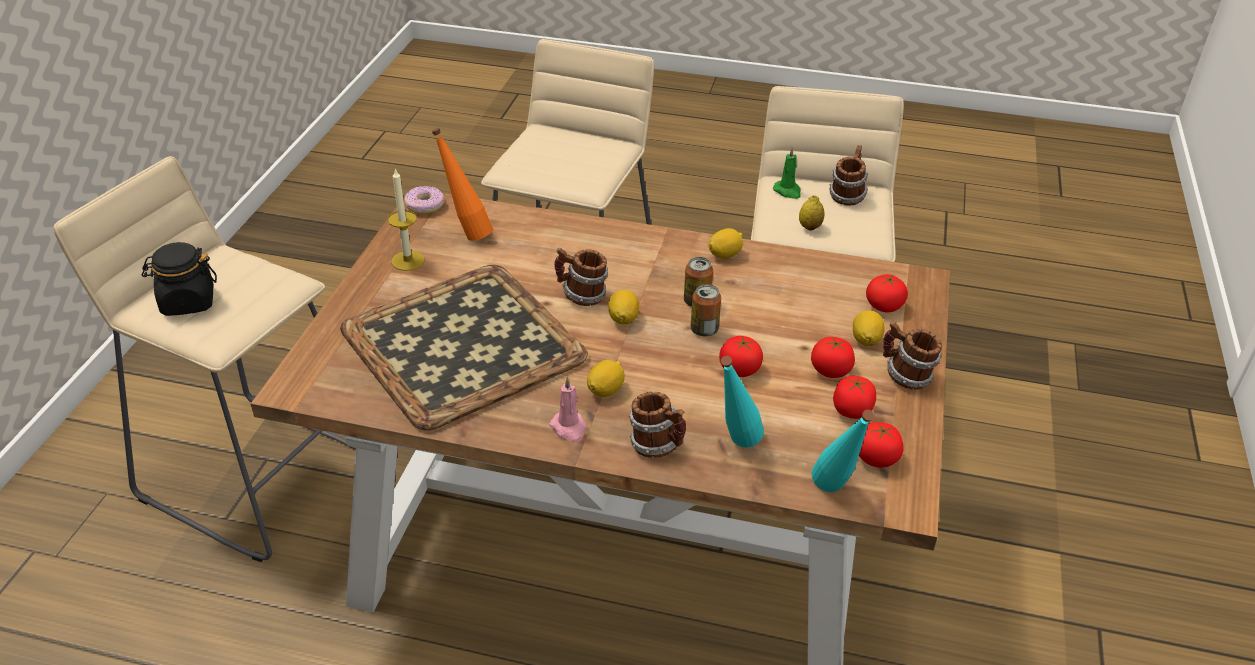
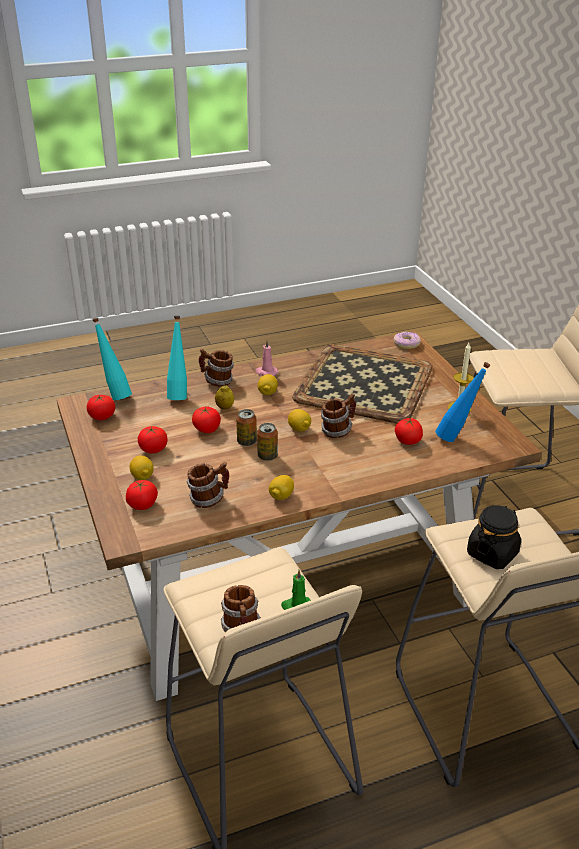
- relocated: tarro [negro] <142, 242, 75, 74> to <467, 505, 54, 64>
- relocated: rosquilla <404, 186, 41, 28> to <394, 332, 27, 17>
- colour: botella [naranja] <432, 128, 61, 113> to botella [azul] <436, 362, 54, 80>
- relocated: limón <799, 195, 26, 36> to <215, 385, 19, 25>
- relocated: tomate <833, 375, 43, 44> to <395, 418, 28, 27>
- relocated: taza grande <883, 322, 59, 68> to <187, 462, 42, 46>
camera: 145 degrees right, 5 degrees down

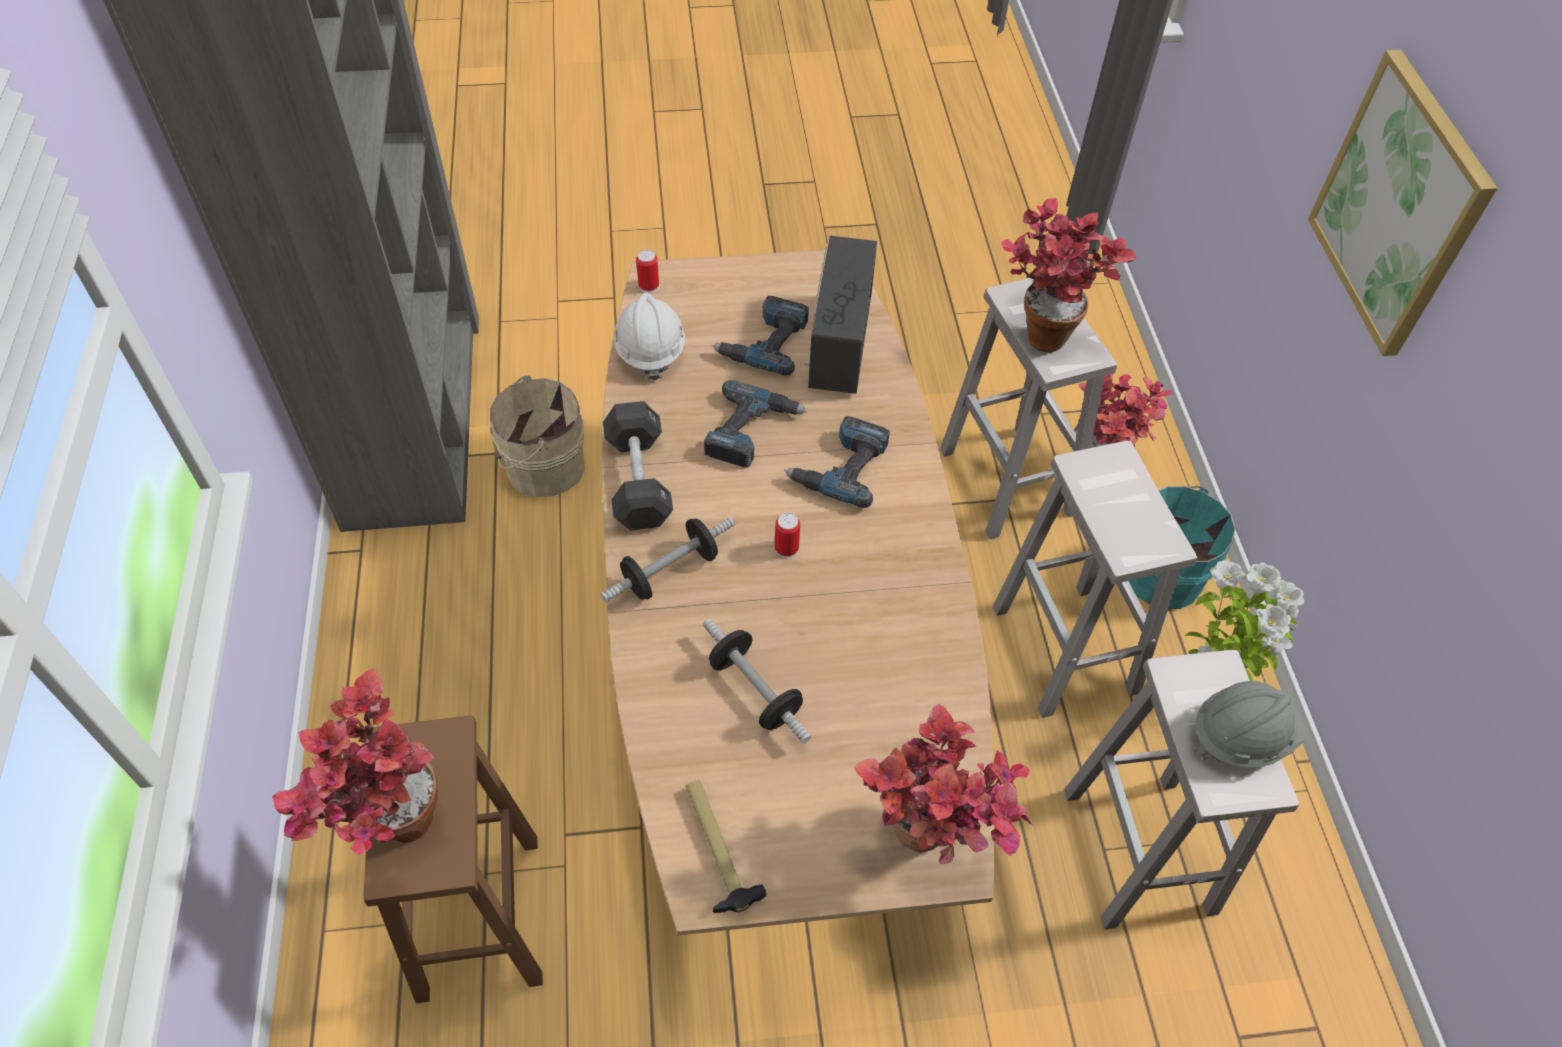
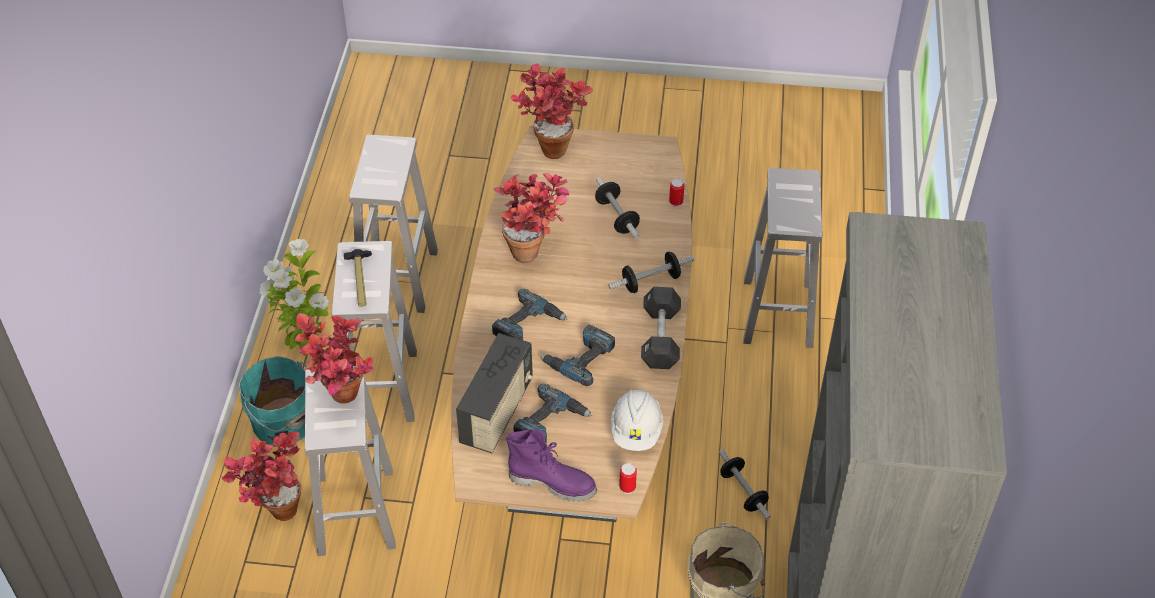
- relocated: planta en maceta <272, 669, 166, 186> to <494, 173, 75, 90>
- colour: taburete [marrón] <364, 716, 179, 288> to taburete [blanco] <743, 168, 79, 180>
- relocated: martillo <686, 780, 81, 133> to <344, 249, 28, 57>
- relocated: lata <775, 512, 25, 46> to <669, 178, 15, 29>
- missing: casco [gris] <1194, 681, 112, 87>
- missing: cuadro <1308, 50, 190, 306>
- appeared: bota [morado] <506, 430, 91, 72>
- appeared: mancuerna <719, 450, 52, 70>
camera: 165 degrees left, 5 degrees down

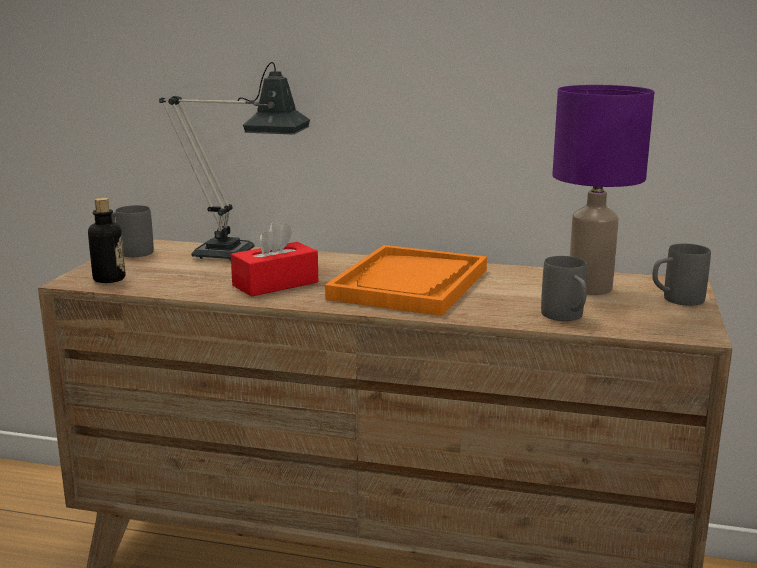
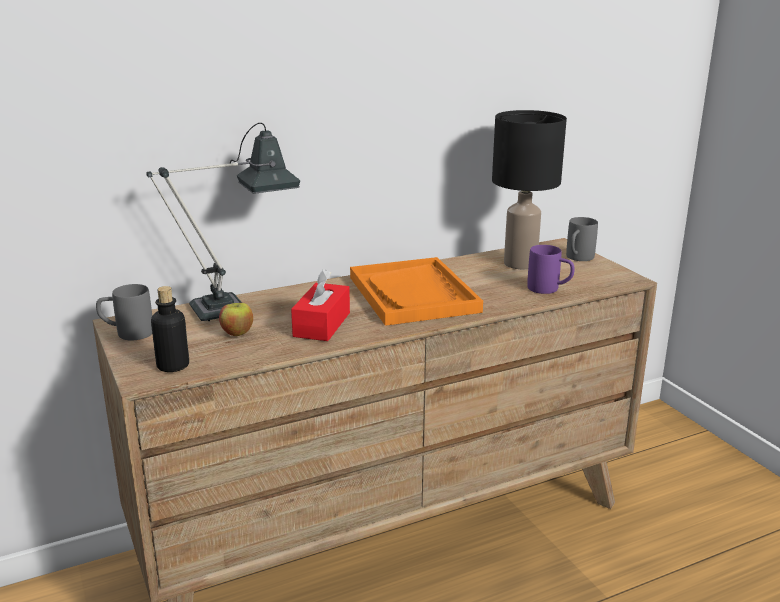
- colour: taza grande [gris] <541, 256, 46, 65> to taza grande [morado] <527, 245, 48, 49>
- colour: lámpara de mesa [morado] <552, 85, 103, 210> to lámpara de mesa [negro] <492, 110, 75, 159>
- appeared: manzana <219, 303, 34, 33>
camera: 40 degrees left, 5 degrees up

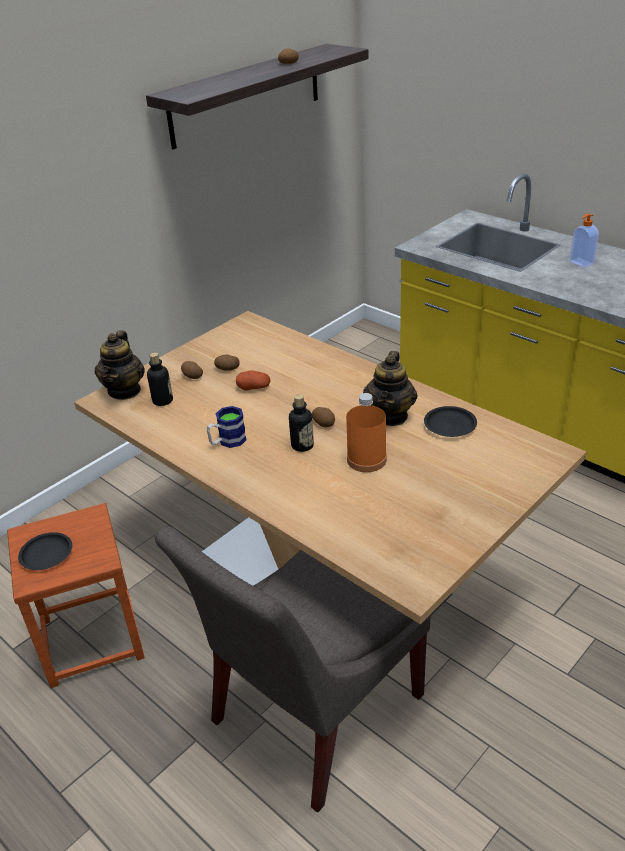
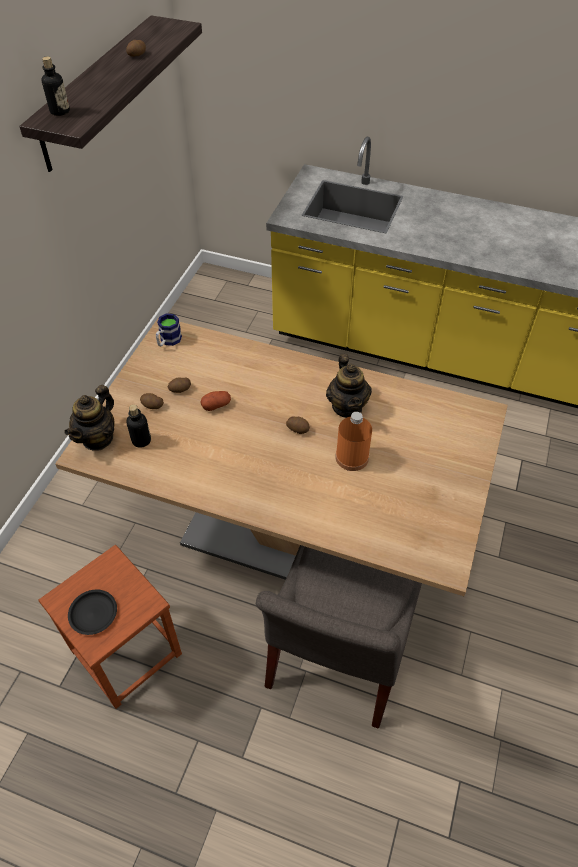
- spun: tetera <95, 330, 50, 70> = <64, 385, 51, 66> 45 degrees clockwise
- relocated: taza grande <207, 406, 39, 42> to <156, 313, 26, 34>
- relocated: botella <289, 394, 25, 58> to <41, 56, 29, 60>
- missing: plato [negro] <424, 406, 53, 31>
- missing: dispensador de jabón <570, 214, 29, 54>
camera: 25 degrees left, 15 degrees up

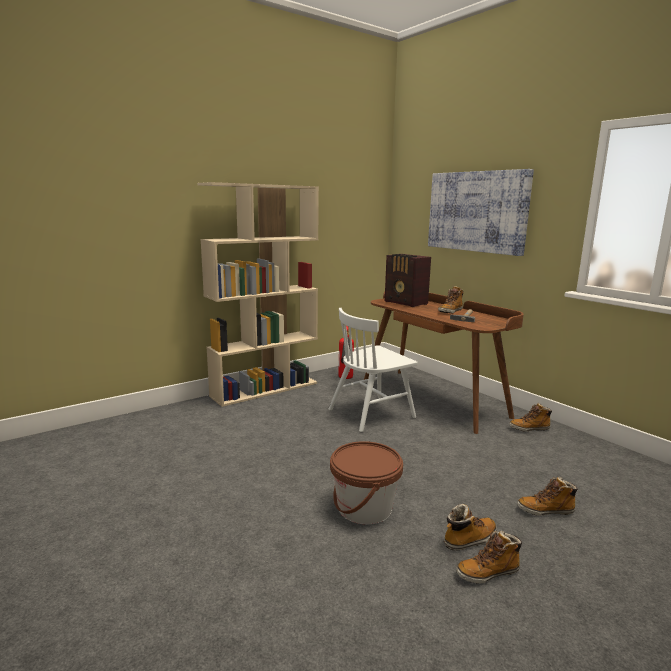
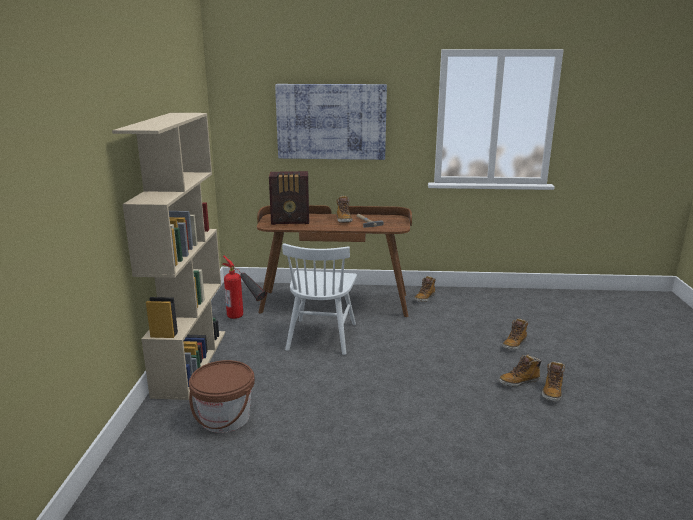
- relocated: cubo [marrón] <330, 441, 73, 83> to <189, 360, 66, 73>
- spun: bota <444, 504, 53, 47> = <499, 354, 43, 33> 120 degrees counterclockwise
camera: 50 degrees left, 5 degrees up

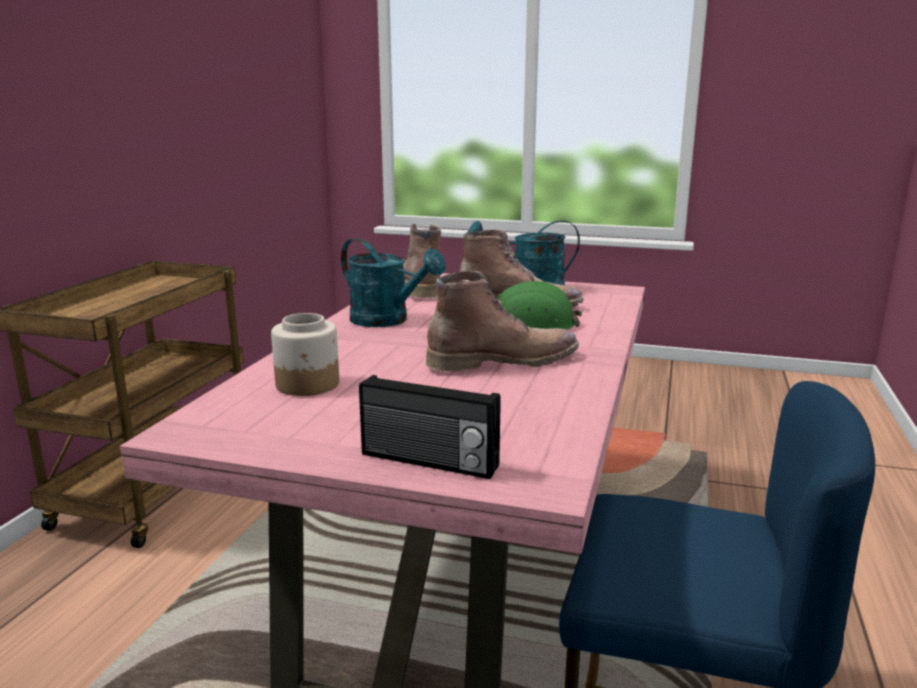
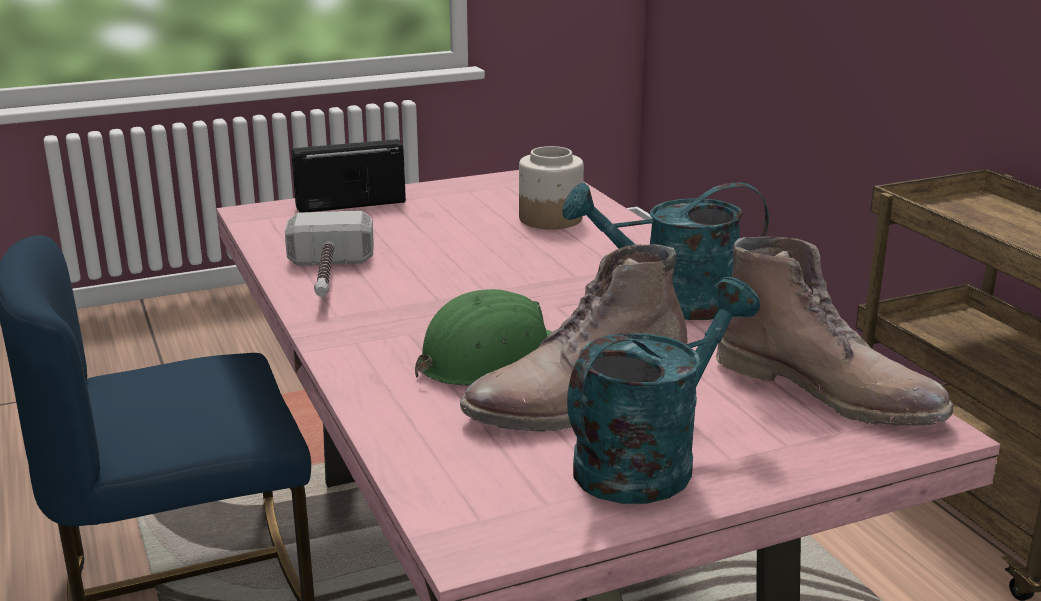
- missing: bota [marrón] <425, 271, 154, 101>
- appeared: martillo <285, 211, 89, 86>
camera: 140 degrees right, 5 degrees up

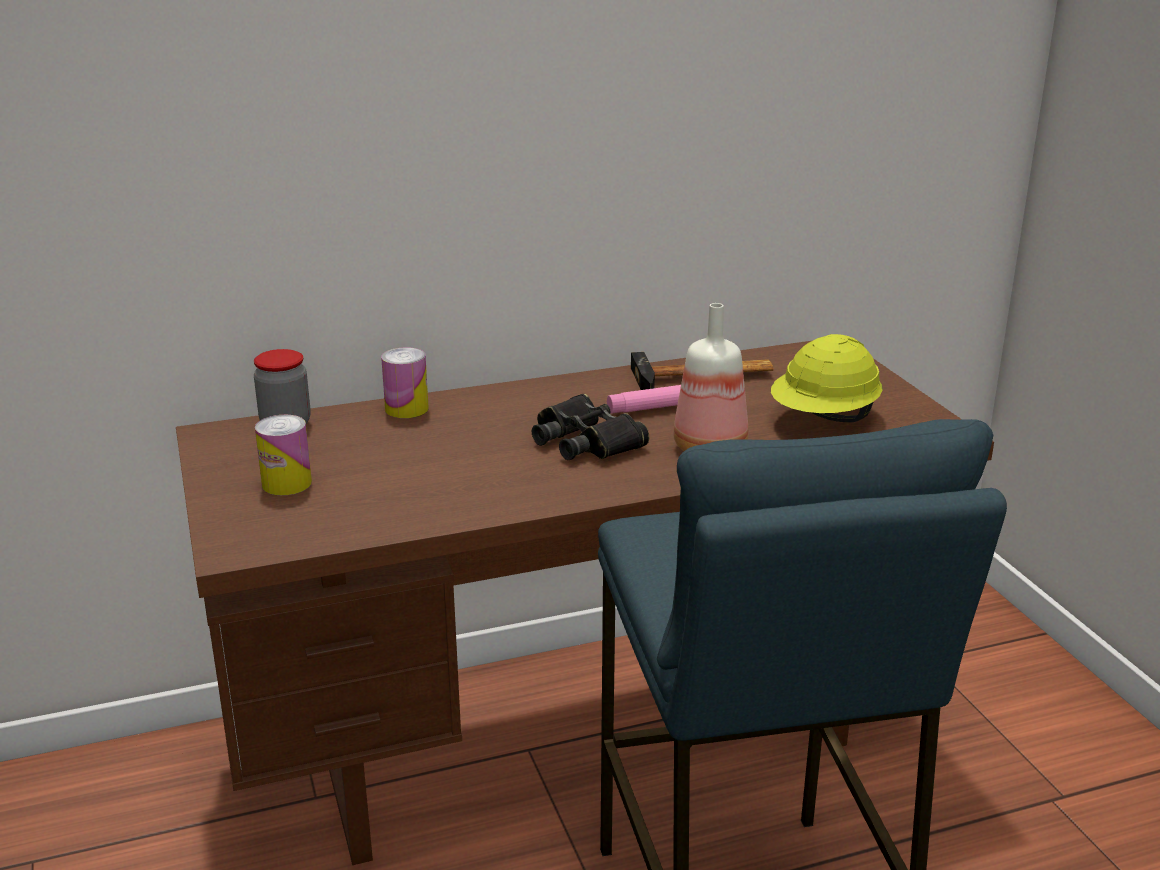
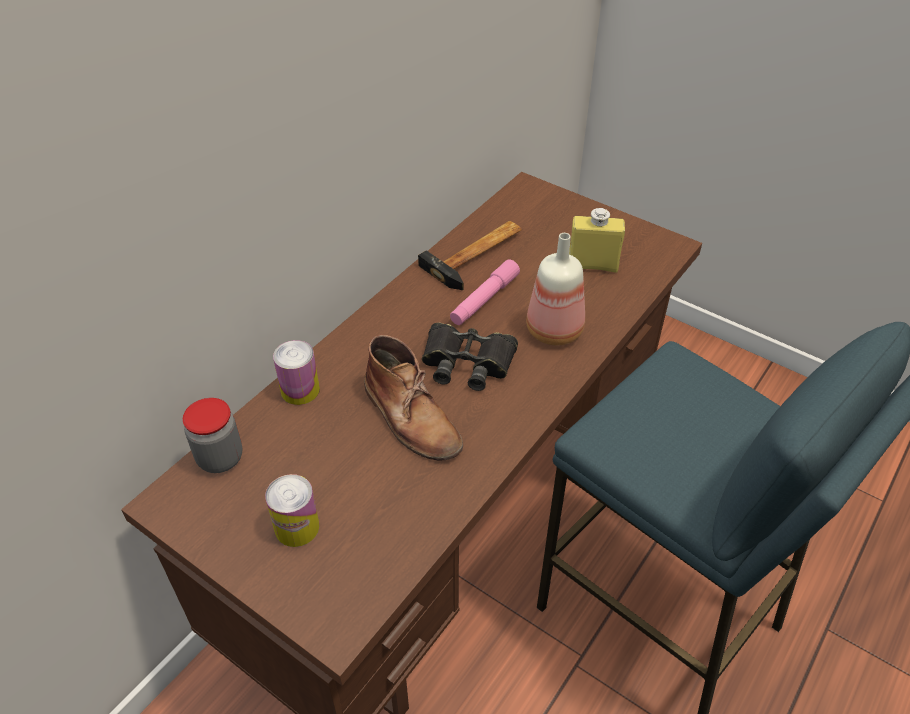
- exchanged: casco [amarillo] <771, 334, 112, 88> to botella [amarillo] <569, 208, 56, 64>
- appeared: bota [marrón] <364, 334, 99, 126>
camera: 35 degrees left, 20 degrees up

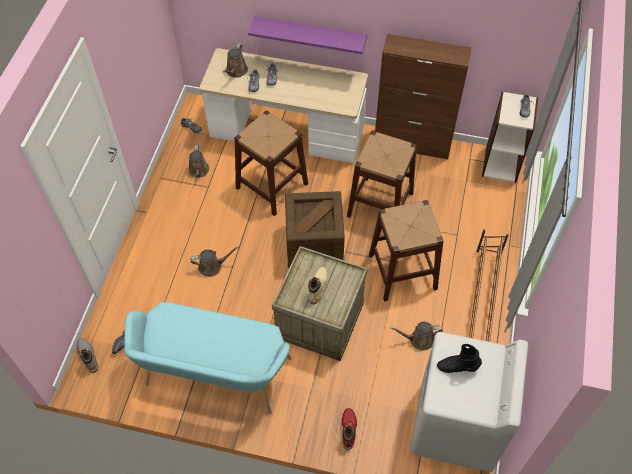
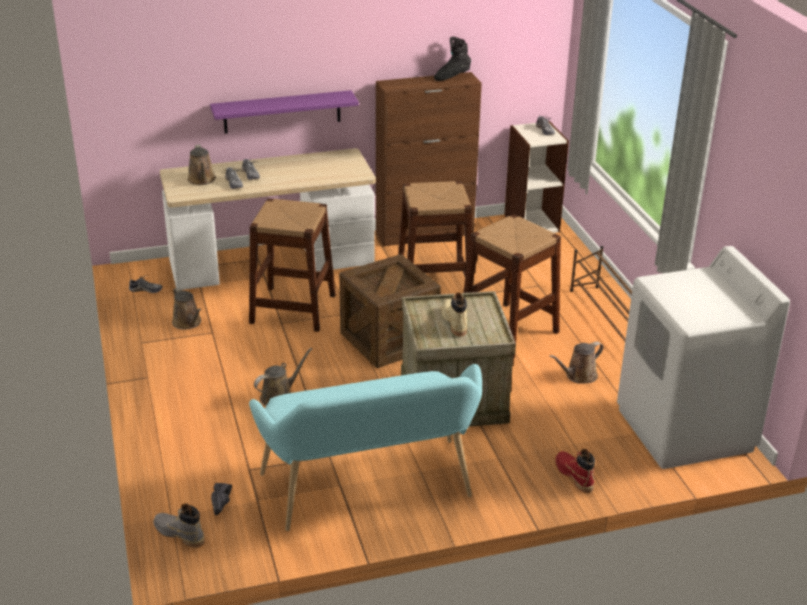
- relocated: bota [negro] <437, 344, 45, 29> to <434, 37, 37, 44>
camera: 30 degrees left, 25 degrees down

